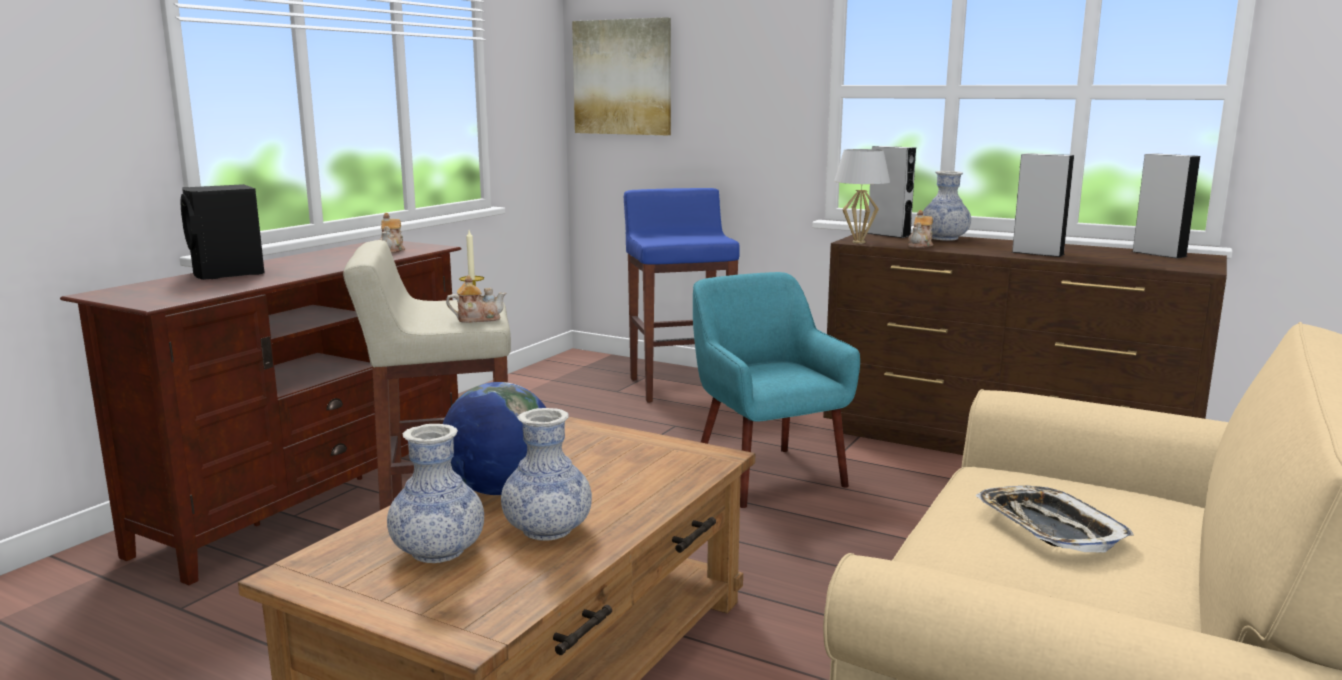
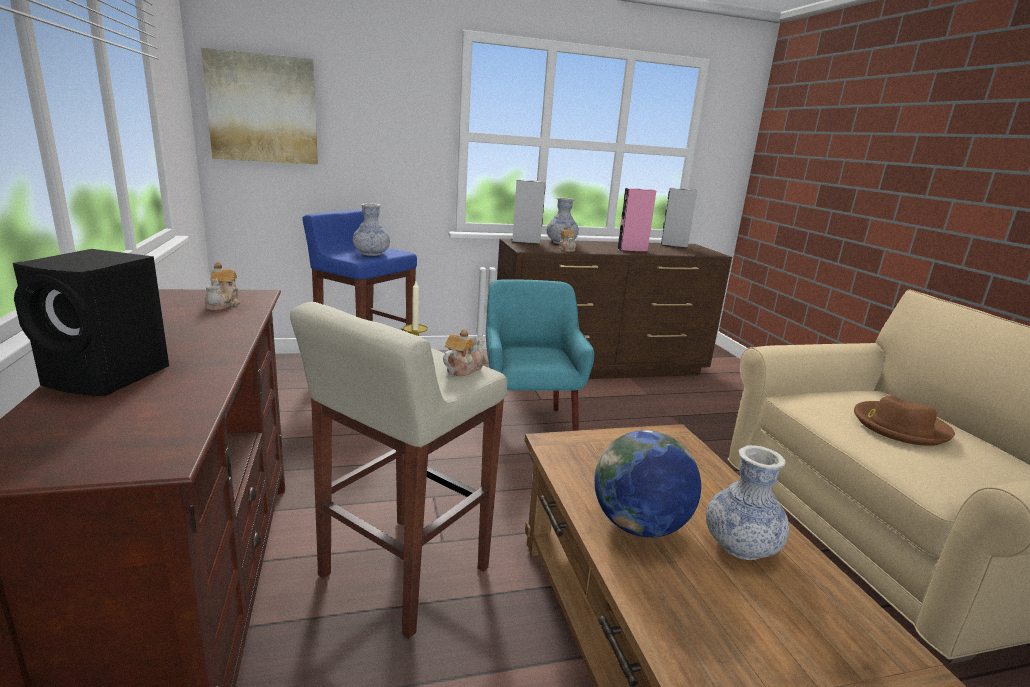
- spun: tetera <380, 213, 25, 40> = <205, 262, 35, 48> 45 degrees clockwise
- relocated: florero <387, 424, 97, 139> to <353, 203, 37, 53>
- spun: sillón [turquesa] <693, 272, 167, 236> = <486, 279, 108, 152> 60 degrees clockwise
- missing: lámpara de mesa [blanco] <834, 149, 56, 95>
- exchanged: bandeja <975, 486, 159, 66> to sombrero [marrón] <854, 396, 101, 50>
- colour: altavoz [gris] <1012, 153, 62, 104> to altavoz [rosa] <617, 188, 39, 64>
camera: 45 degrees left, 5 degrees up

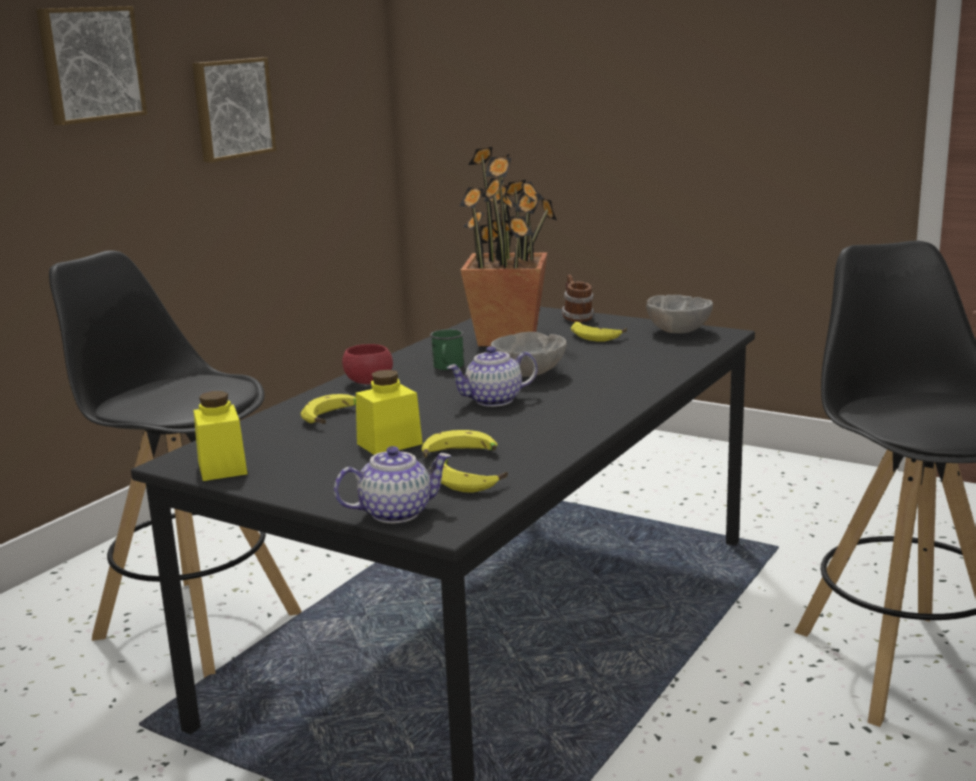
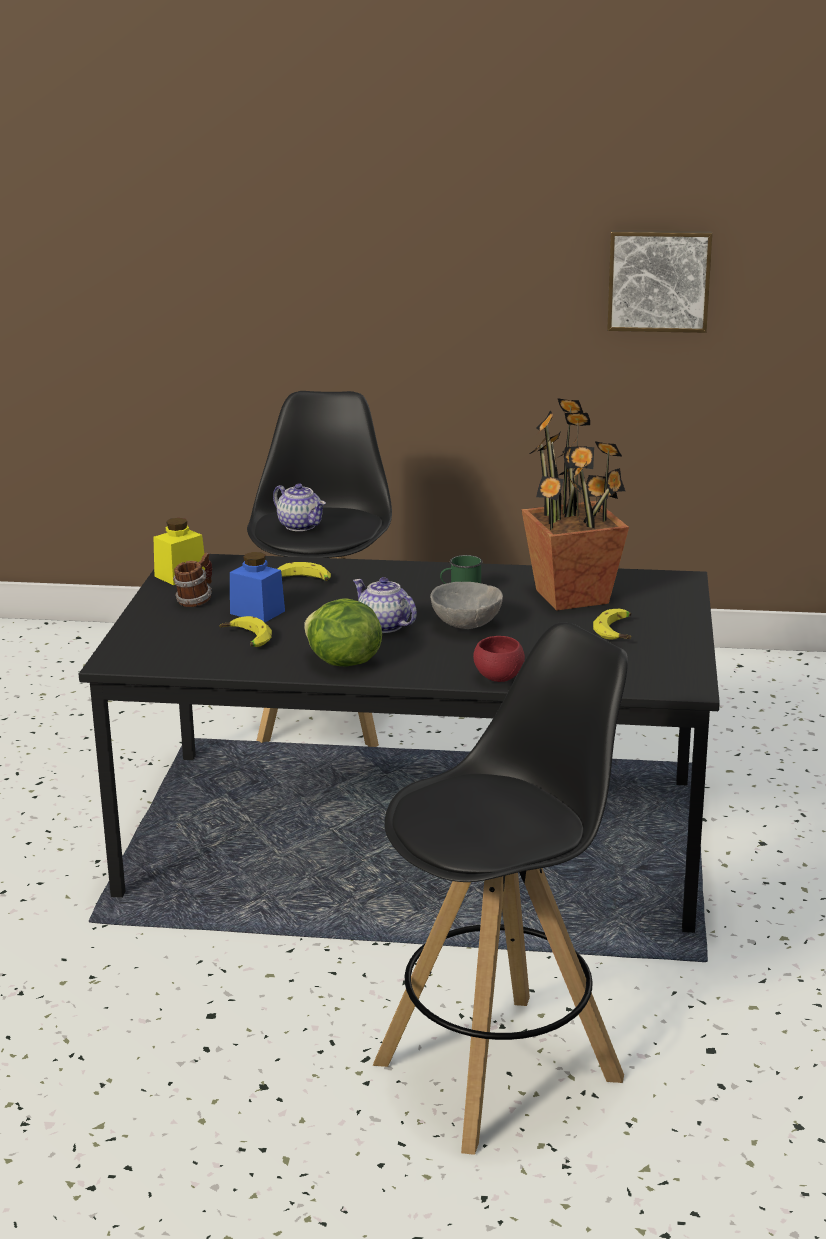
- missing: cuadro <36, 6, 111, 119>
- relocated: tetera <334, 446, 117, 77> to <273, 483, 53, 48>
- relocated: cuenco [rojo] <342, 344, 51, 40> to <473, 636, 52, 46>
- colour: tarro [amarillo] <356, 370, 67, 85> to tarro [azul] <230, 552, 55, 70>
- missing: plátano <430, 459, 78, 34>
- relocated: taza grande <562, 274, 32, 48> to <173, 553, 39, 54>
- missing: cuenco [gris] <646, 295, 67, 38>
- appeared: lechuga <304, 599, 78, 68>
camera: 65 degrees right, 5 degrees up

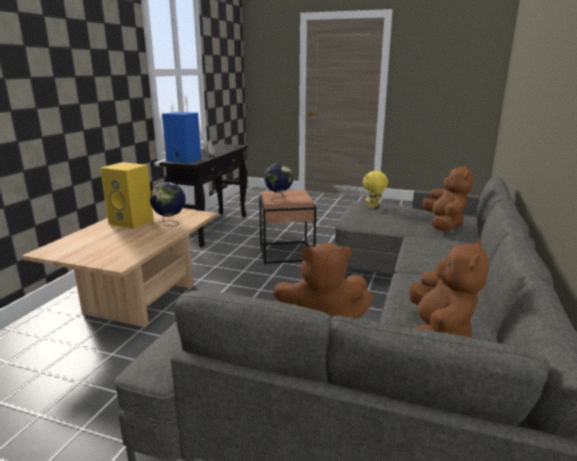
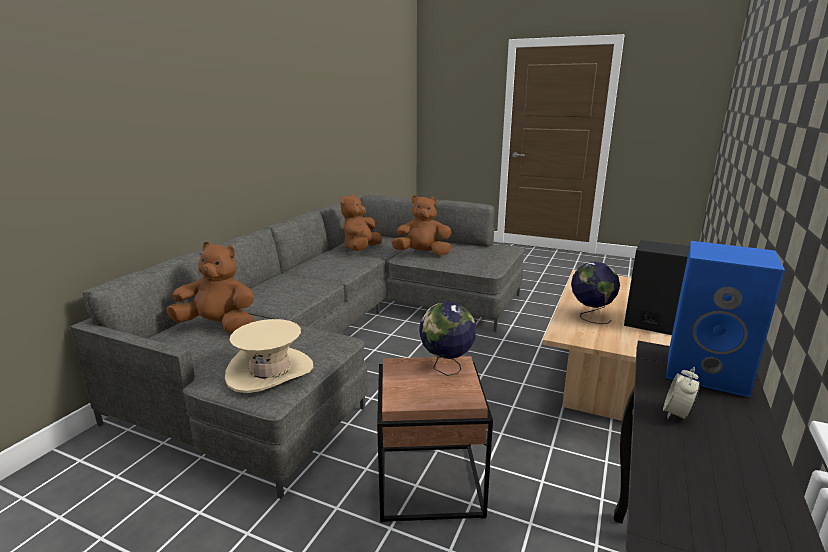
- colour: altavoz [amarillo] <100, 162, 54, 67> to altavoz [negro] <624, 240, 66, 95>
- exchanged: peluche [amarillo] <363, 171, 25, 37> to sombrero [beis] <225, 319, 88, 74>
- spun: peluche [marrón] <423, 165, 50, 66> = <166, 241, 88, 92> 90 degrees clockwise
camera: 175 degrees left, 0 degrees up

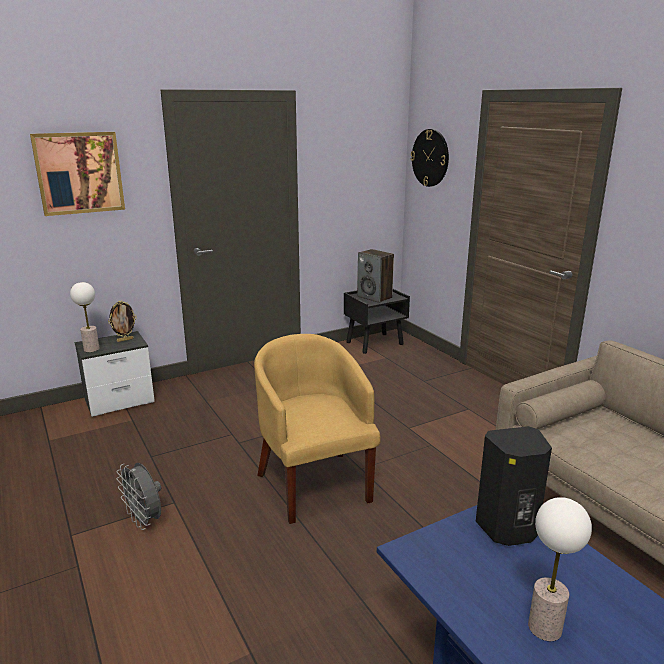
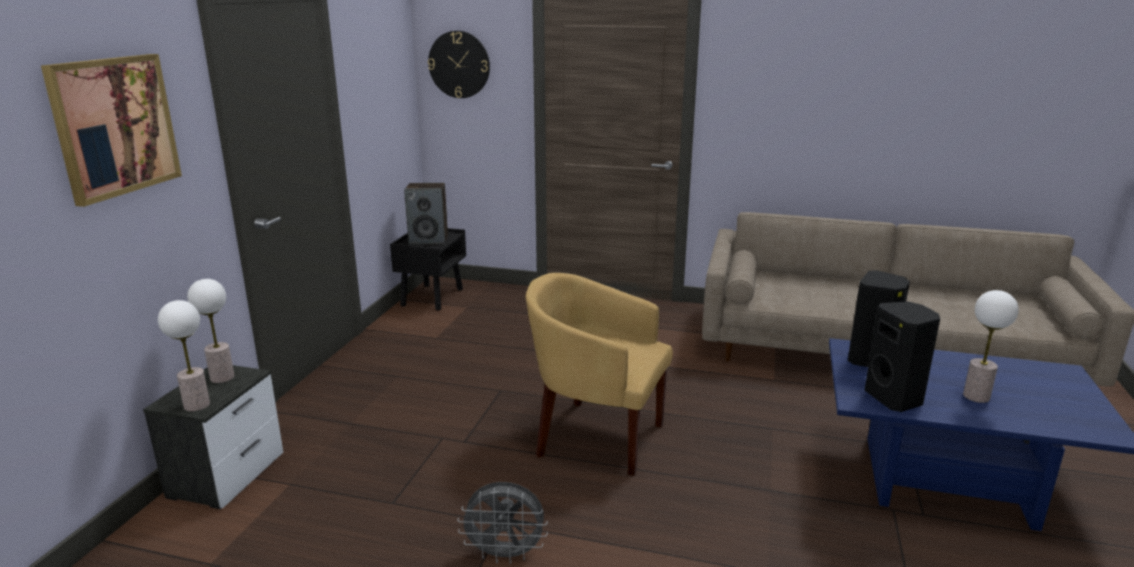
- exchanged: portarretratos <108, 301, 29, 41> to lámpara de mesa <187, 279, 47, 104>
- appeared: altavoz [negro] <865, 302, 75, 110>
camera: 45 degrees left, 0 degrees up

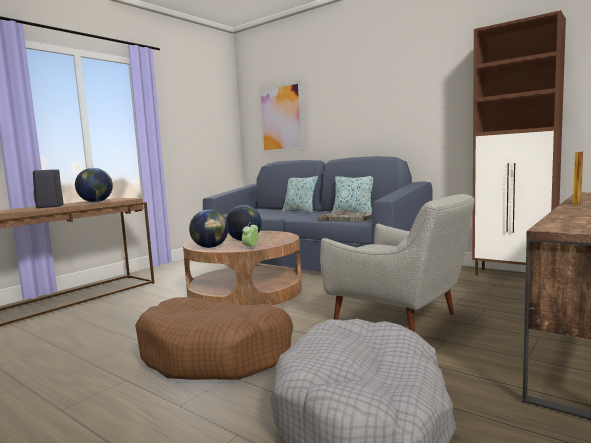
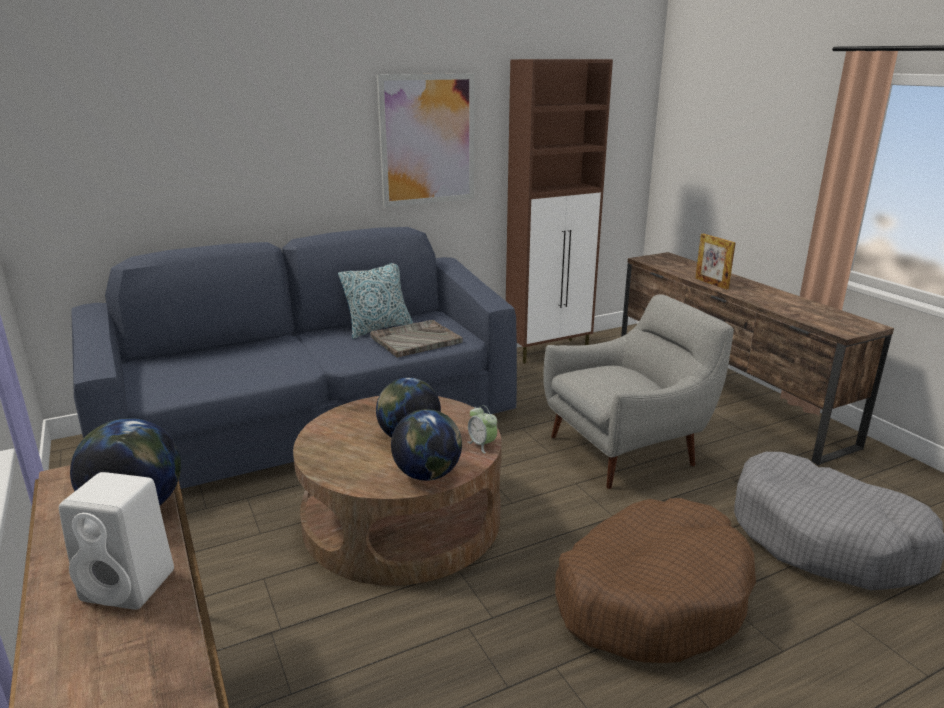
- colour: altavoz [negro] <33, 169, 31, 39> to altavoz [blanco] <59, 472, 115, 138>
- relocated: cuadro <258, 80, 47, 73> to <377, 73, 97, 134>
- missing: cojín <282, 176, 36, 37>
camera: 65 degrees left, 15 degrees up

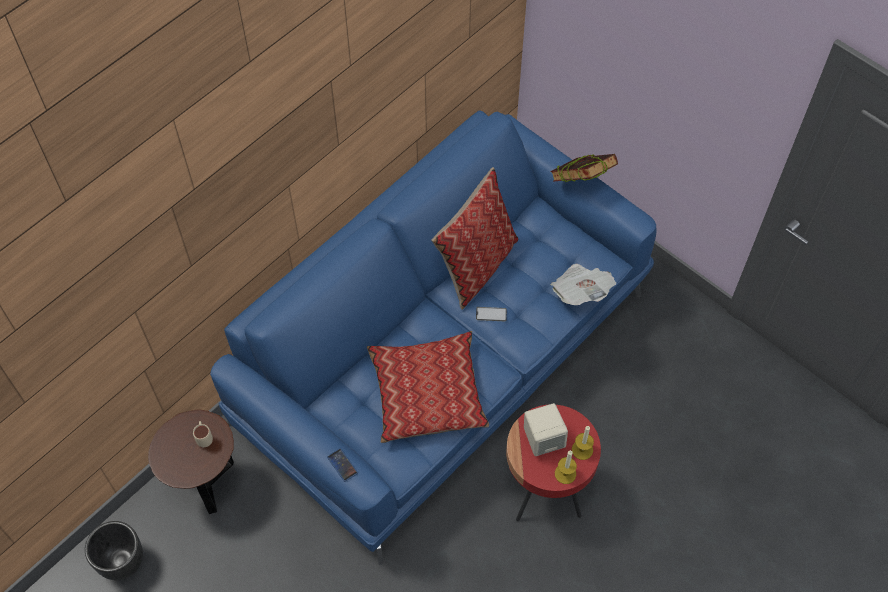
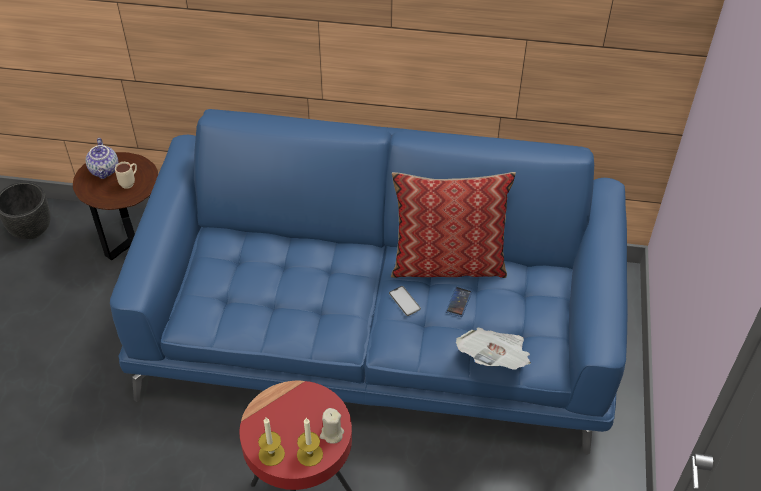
- relocated: móvil <327, 448, 31, 34> to <446, 286, 26, 31>
- missing: cojín <367, 331, 122, 112>
- missing: altavoz [beis] <524, 403, 44, 53>
- missing: libro <550, 154, 68, 28>
- appeared: tetera <86, 138, 33, 41>
- appeared: vela [beis] <320, 408, 24, 36>
camera: 55 degrees right, 10 degrees down

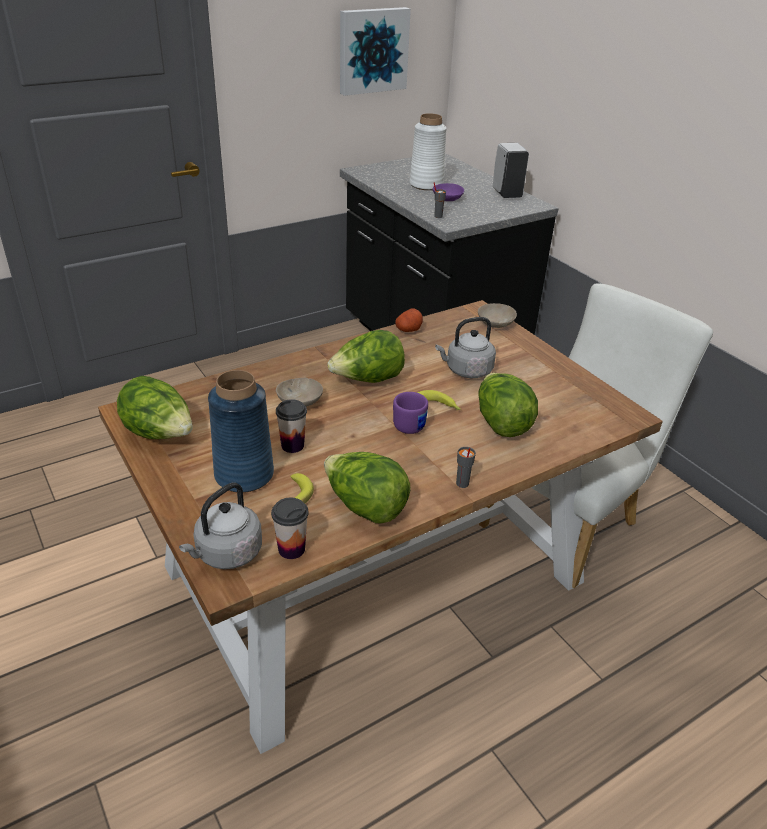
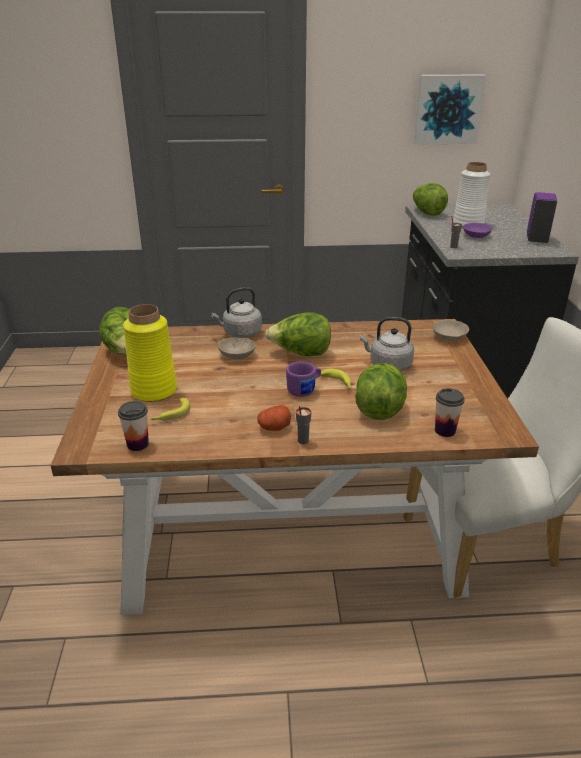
- relocated: hervidor [gris] <179, 483, 83, 86> to <211, 287, 51, 51>
- colour: florero [azul] <208, 370, 66, 123> to florero [amarillo] <123, 304, 54, 98>
- relocated: taza <276, 399, 31, 54> to <435, 388, 30, 49>
- relocated: lechuga <324, 452, 87, 71> to <413, 183, 35, 33>
- relocated: patata <395, 308, 28, 24> to <257, 405, 34, 26>
- colour: dispensador de jabón [blanco] <493, 143, 36, 55> to dispensador de jabón [morado] <527, 192, 30, 51>
camera: 30 degrees right, 5 degrees down

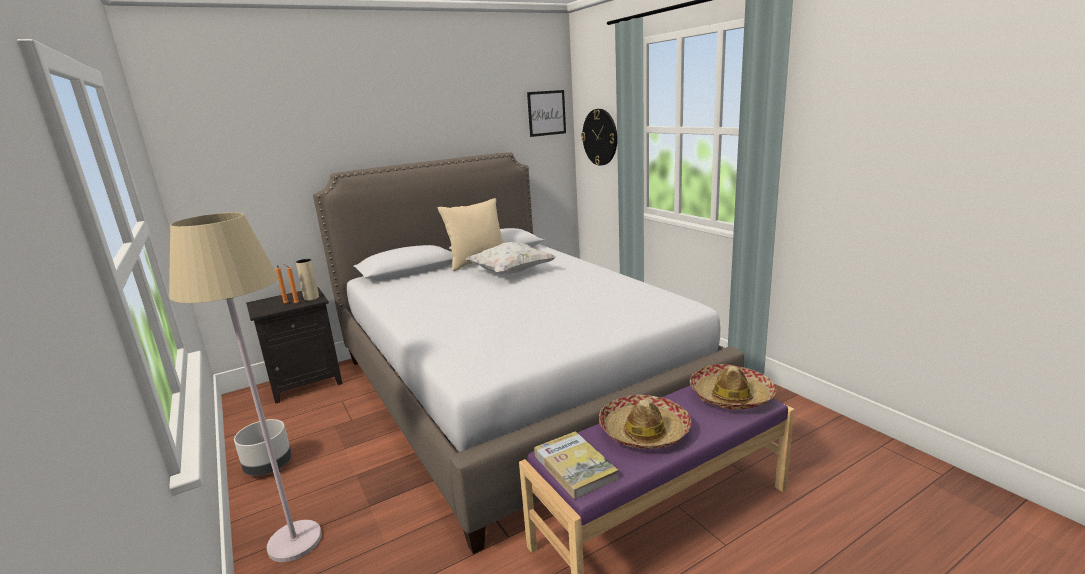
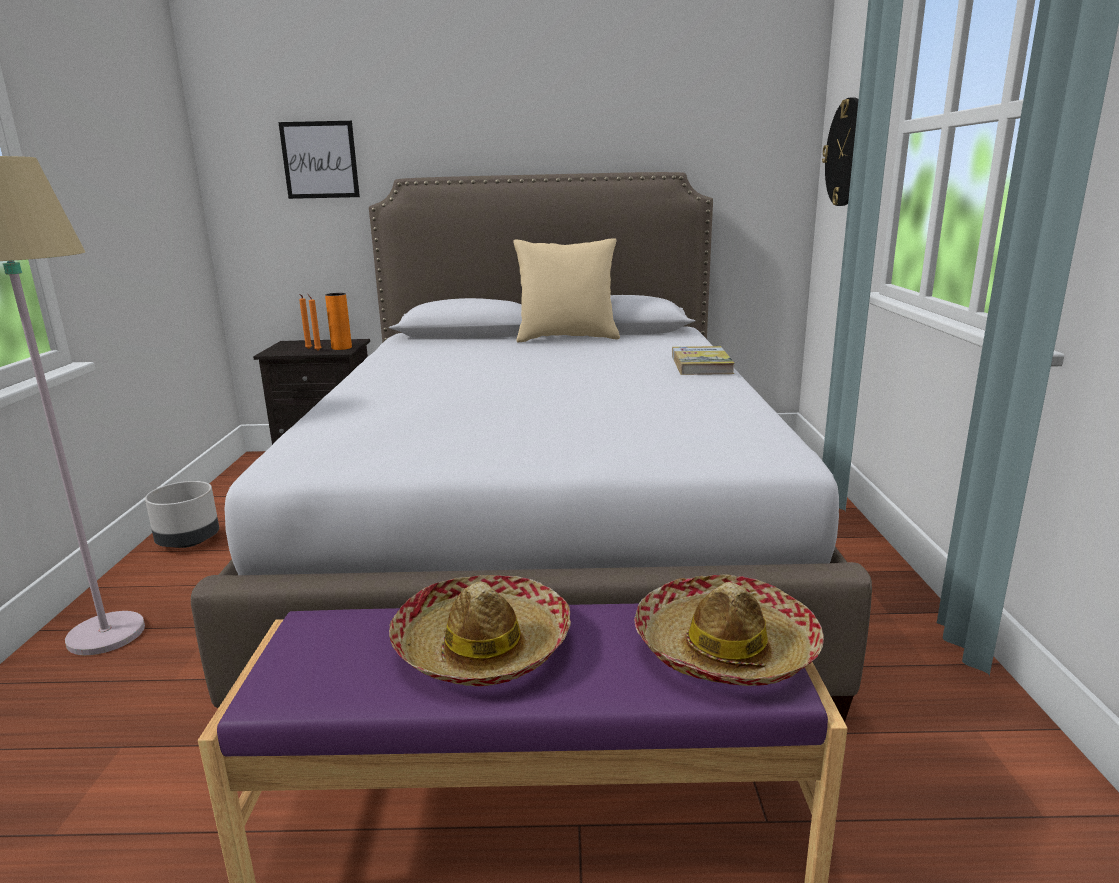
- colour: florero [beis] <296, 259, 23, 42> to florero [naranja] <325, 293, 27, 57>
- missing: cojín [blanco] <465, 242, 91, 32>
- relocated: cuadro <527, 90, 39, 47> to <278, 121, 82, 78>
- relocated: libro <534, 431, 85, 68> to <672, 346, 63, 29>
camera: 30 degrees right, 0 degrees up

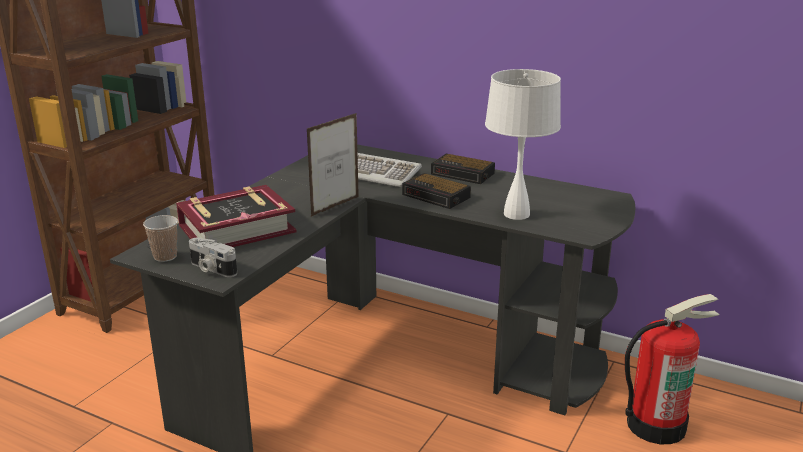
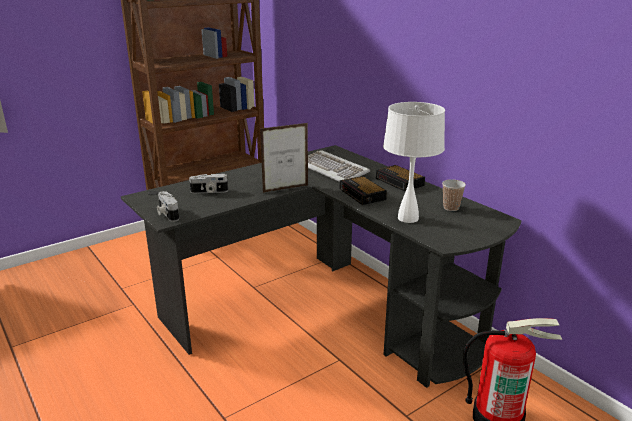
- relocated: taza <143, 215, 35, 47> to <442, 179, 24, 32>
- exchanged: libro <176, 185, 121, 62> to cámara <189, 174, 39, 20>
camera: 25 degrees right, 0 degrees up

